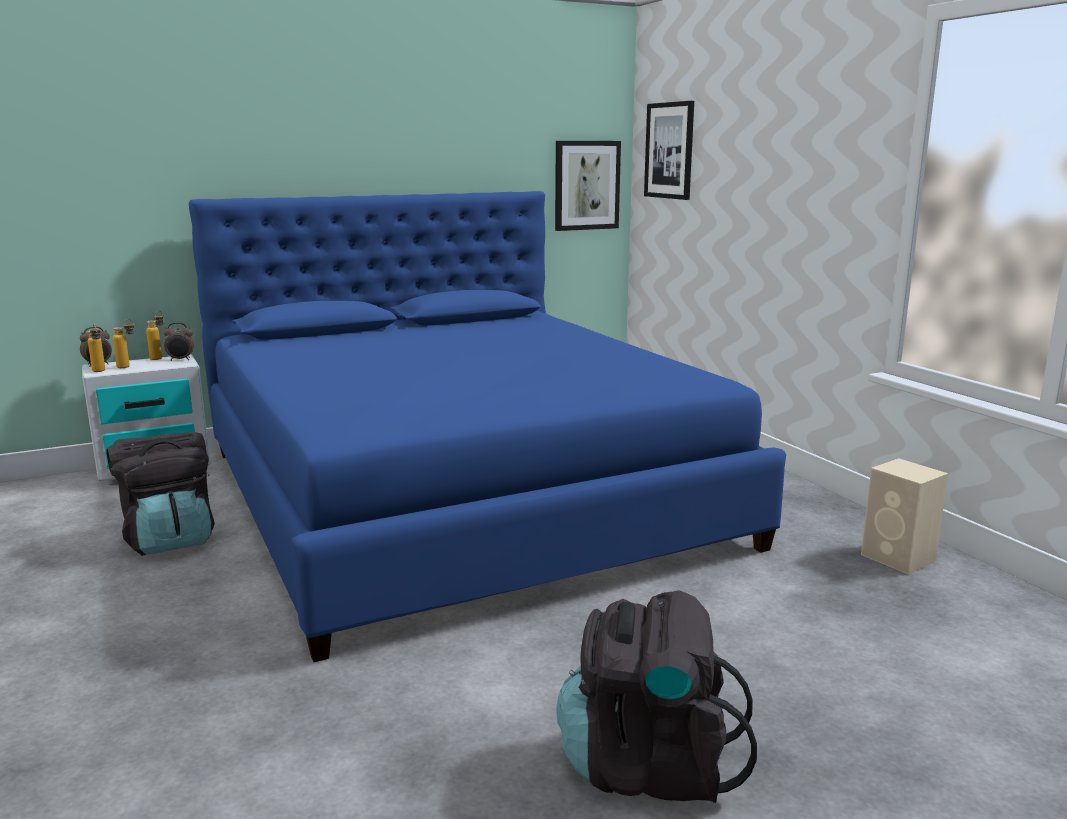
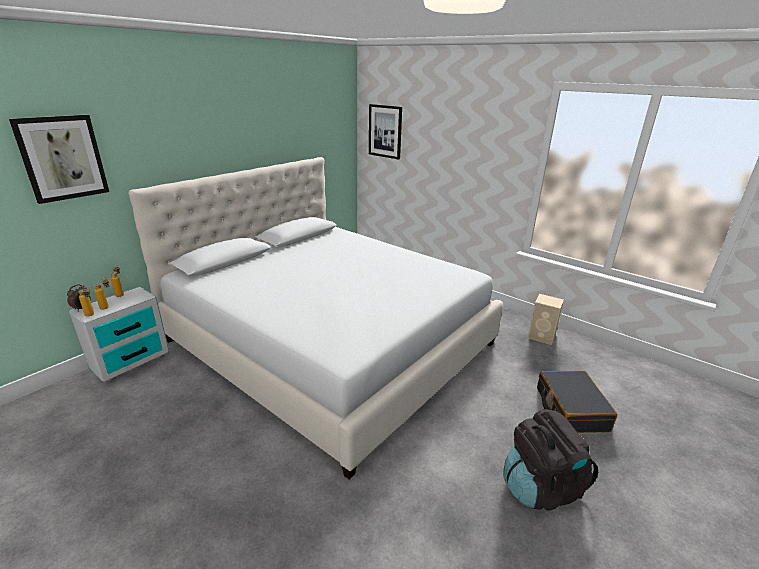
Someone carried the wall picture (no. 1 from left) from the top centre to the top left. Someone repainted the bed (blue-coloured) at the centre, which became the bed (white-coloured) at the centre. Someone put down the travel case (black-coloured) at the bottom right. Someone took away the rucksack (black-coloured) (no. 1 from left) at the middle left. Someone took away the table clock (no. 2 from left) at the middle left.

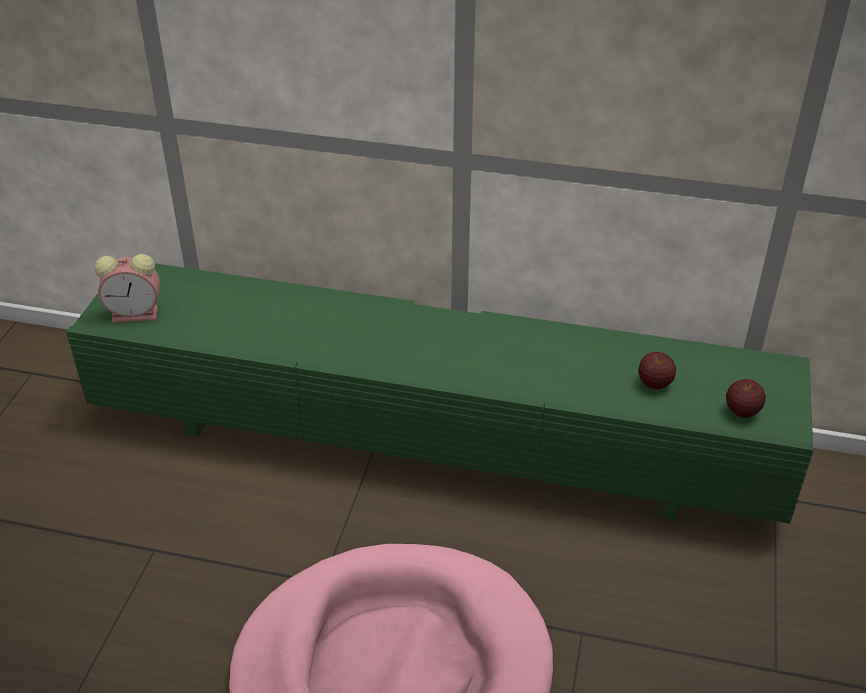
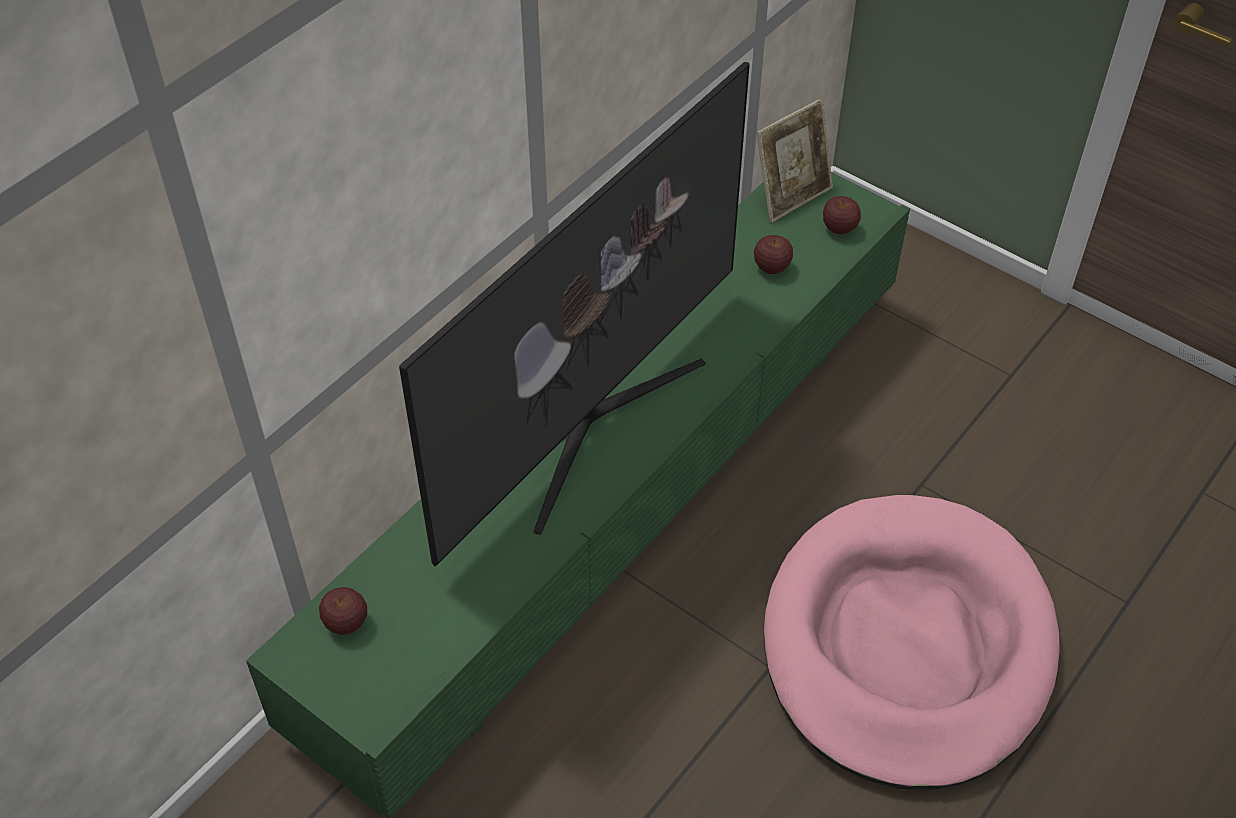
Someone put down the apple fruit (no. 1 from left) at the bottom left. Someone put down the television at the centre. Someone put down the picture frame at the top centre. Someone took away the table clock at the middle left.

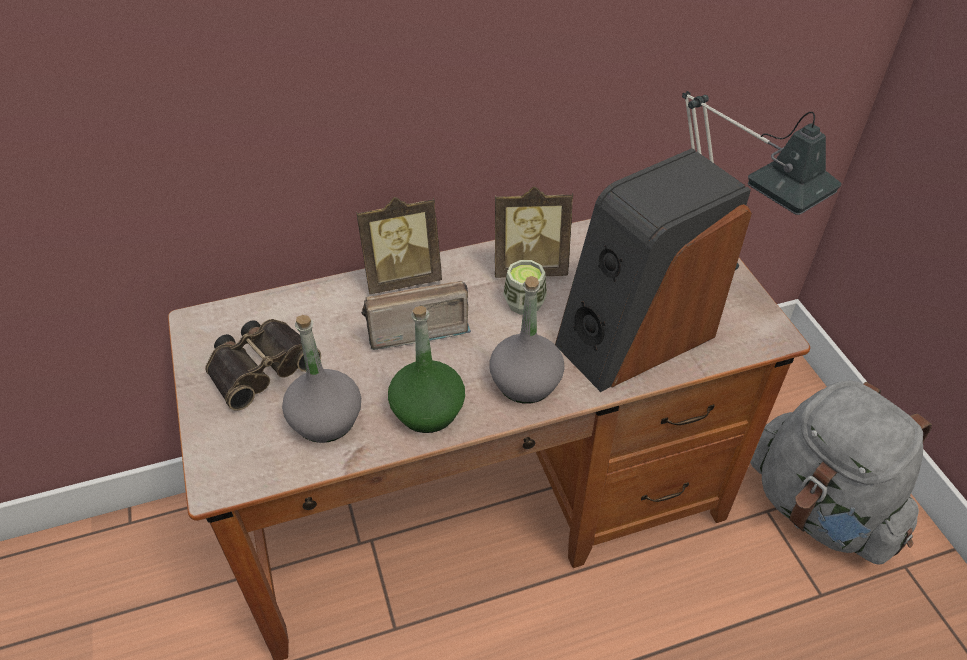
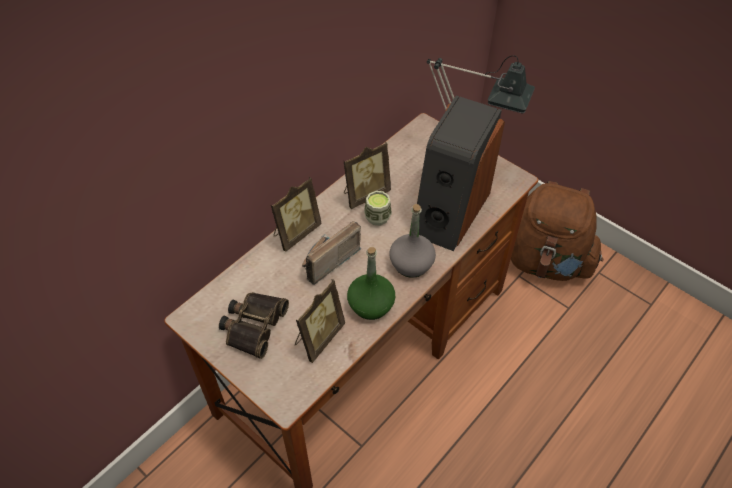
Someone swapped the bottle (greyish) (no. 1 from left) at the middle left for the picture frame (no. 2 from left) at the centre. Someone repainted the rucksack (greyish) at the bottom right, which became the rucksack (brown) at the middle right.

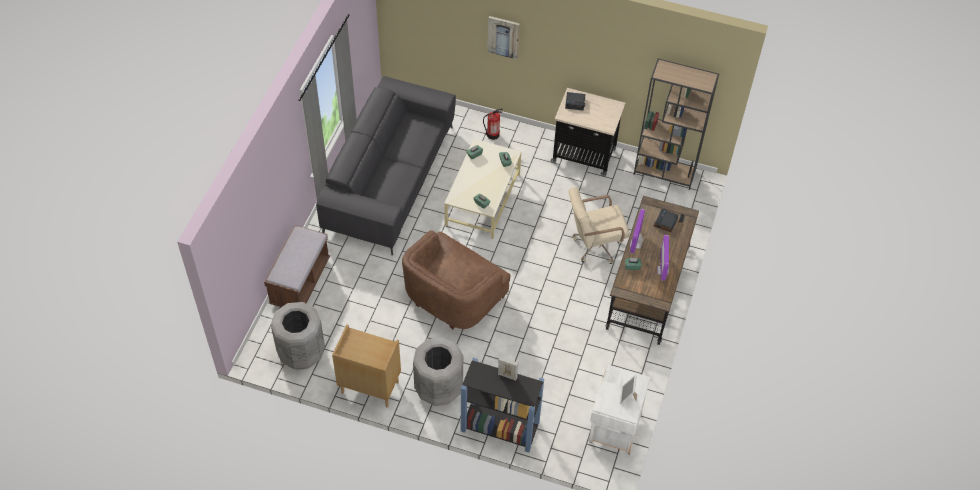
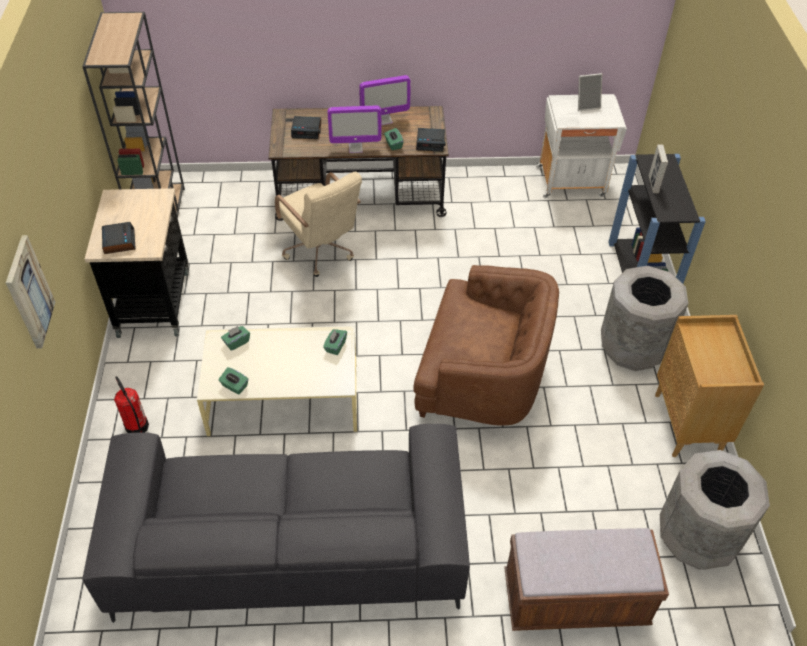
Someone put down the table clock (no. 3 from left) at the top centre.

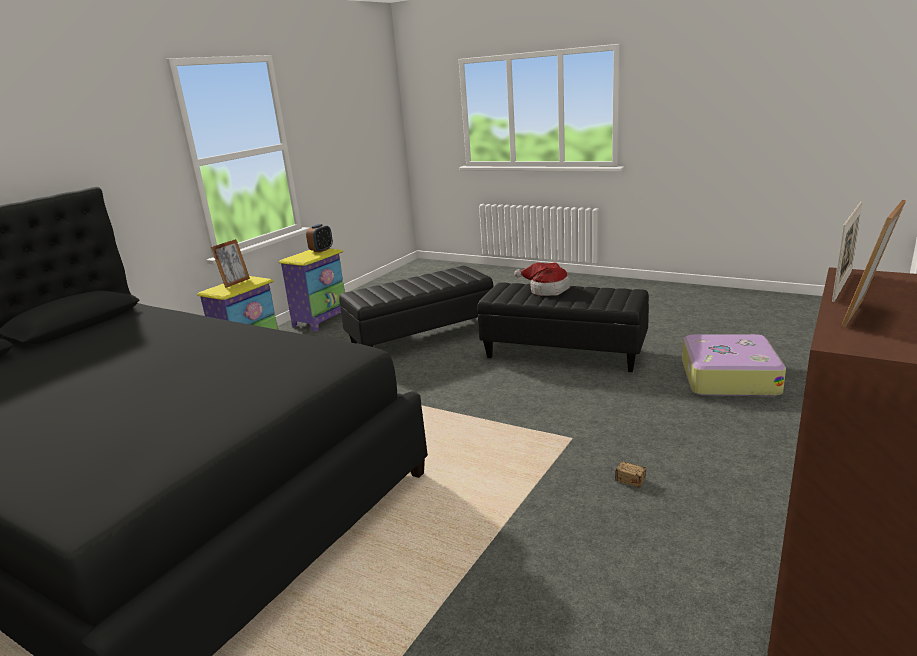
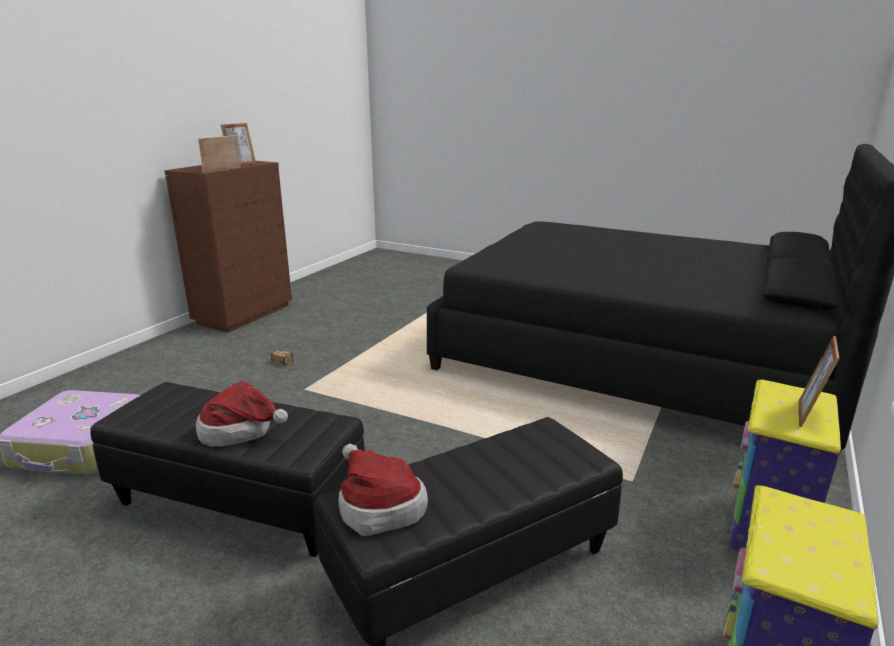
Someone put down the wearable hat (no. 2 from left) at the bottom centre. Someone took away the table clock at the centre.

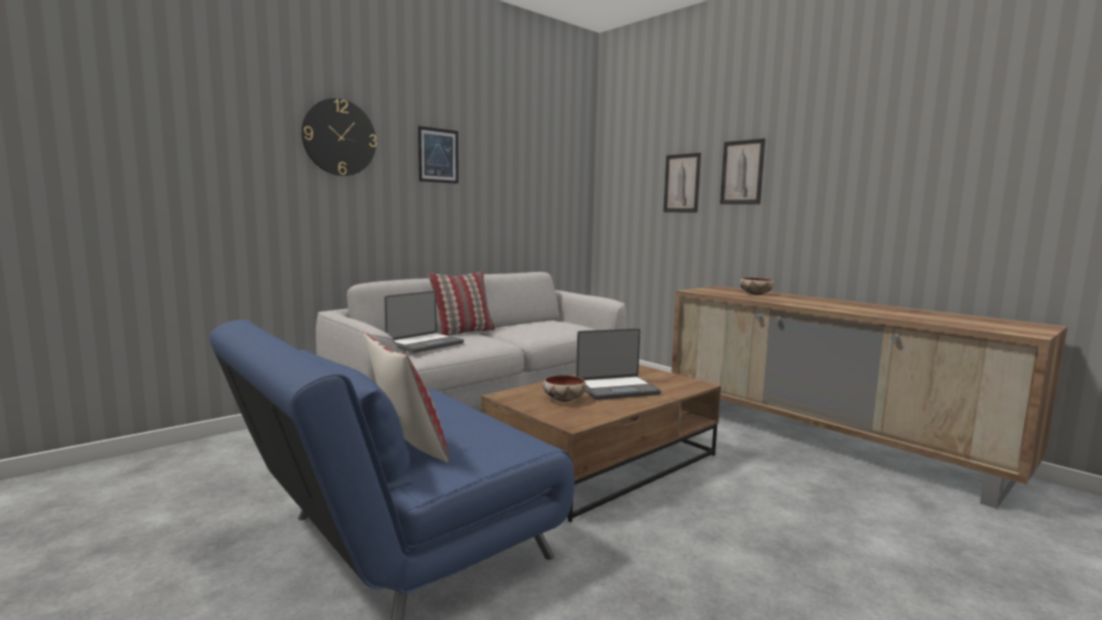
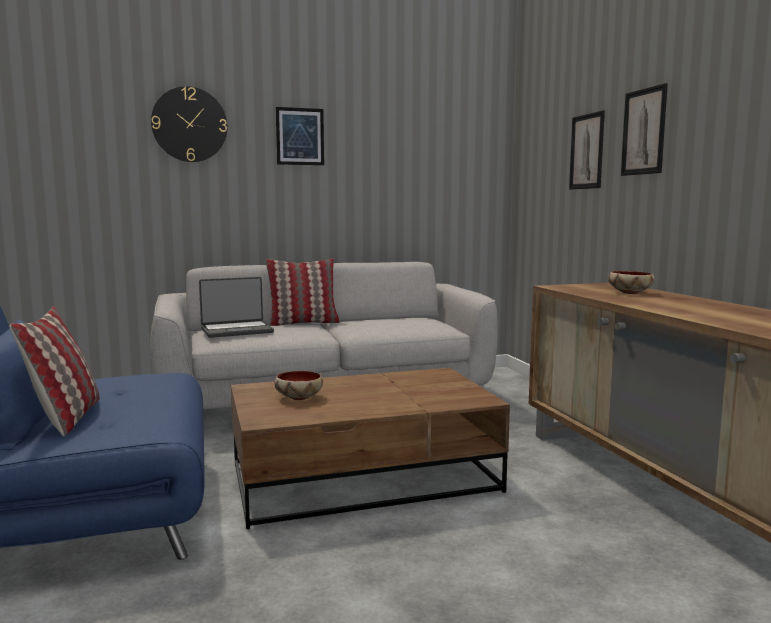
Someone took away the notebook computer (no. 2 from left) at the centre.

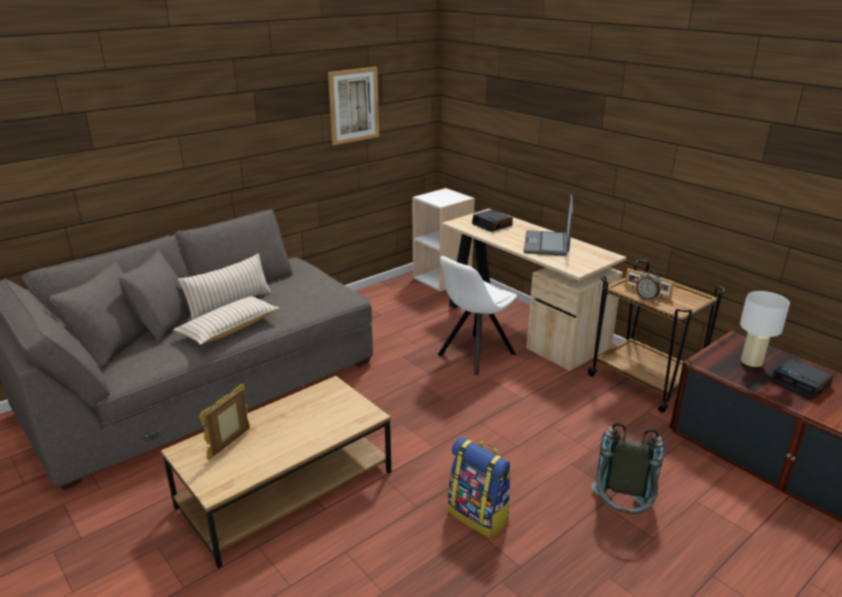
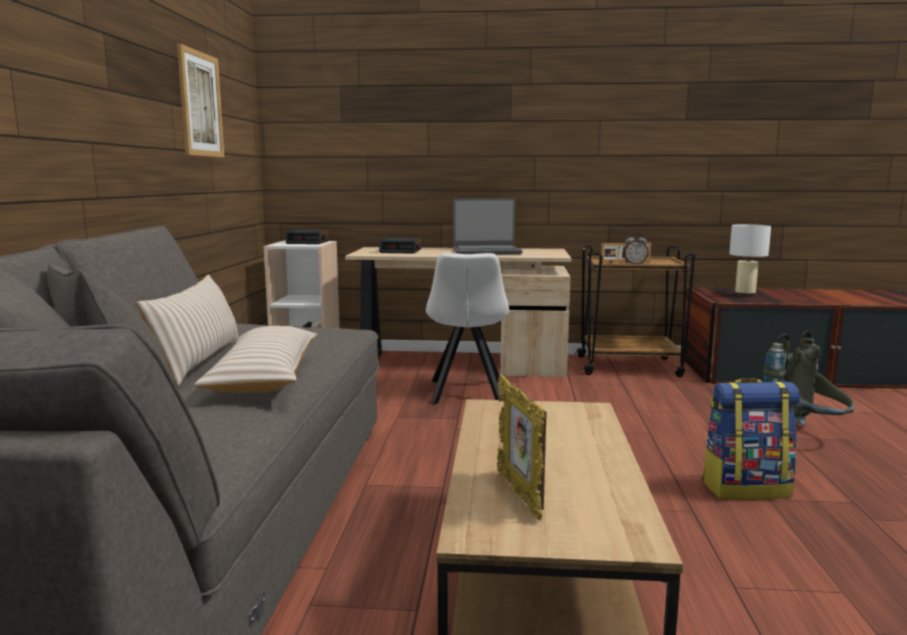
Someone carried the table clock (no. 3 from left in the first image) from the middle right to the centre. Someone rotated the notebook computer at the centre by 60 degrees counterclockwise.

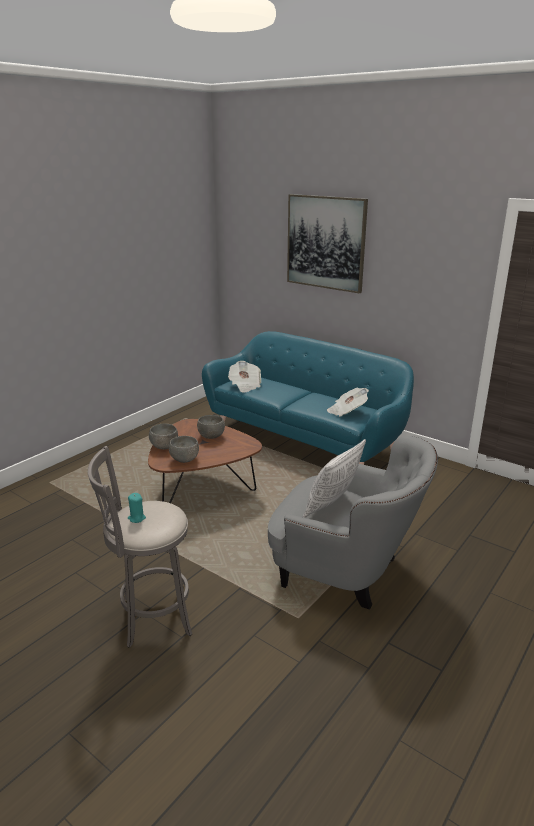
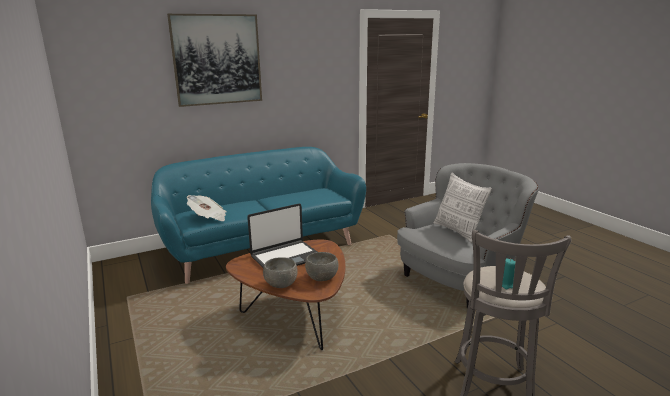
Someone swapped the serving bowl (greyish) (no. 3 from left) at the centre for the notebook computer at the centre. Someone took away the printed paper (no. 2 from left) at the centre.

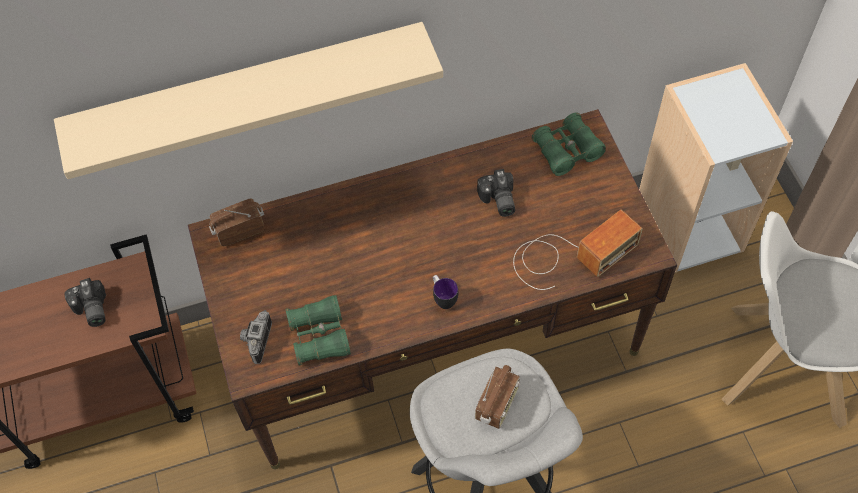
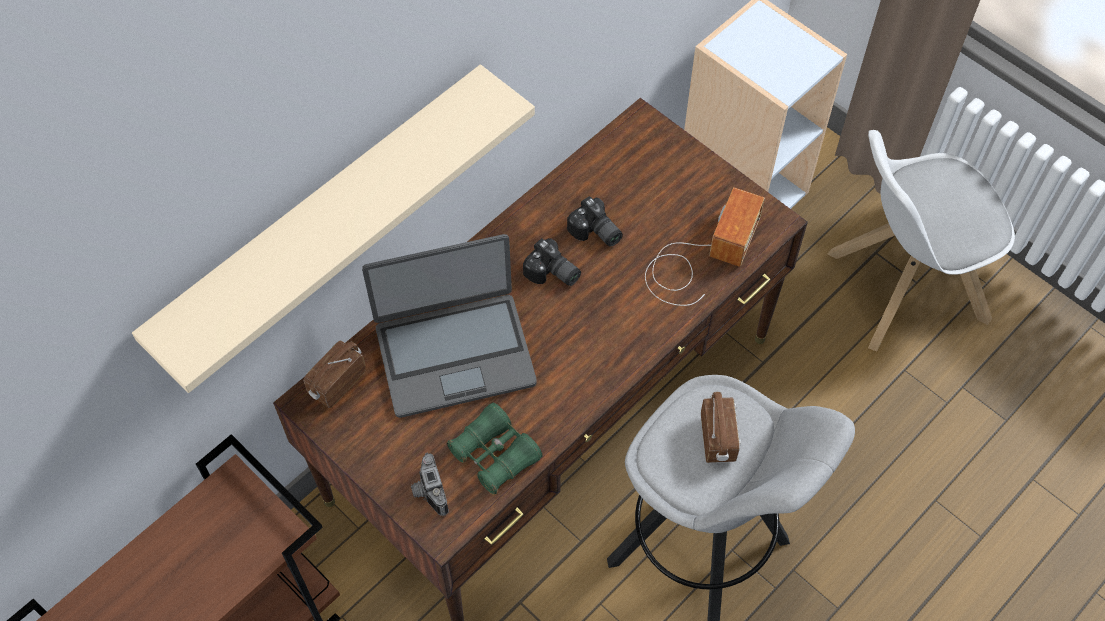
Someone put down the notebook computer at the centre. Someone carried the still camera (no. 1 from left in the first image) from the middle left to the centre. Someone took away the coffee mug at the centre. Someone took away the field glasses (green-coloured) (no. 2 from left) at the top centre.

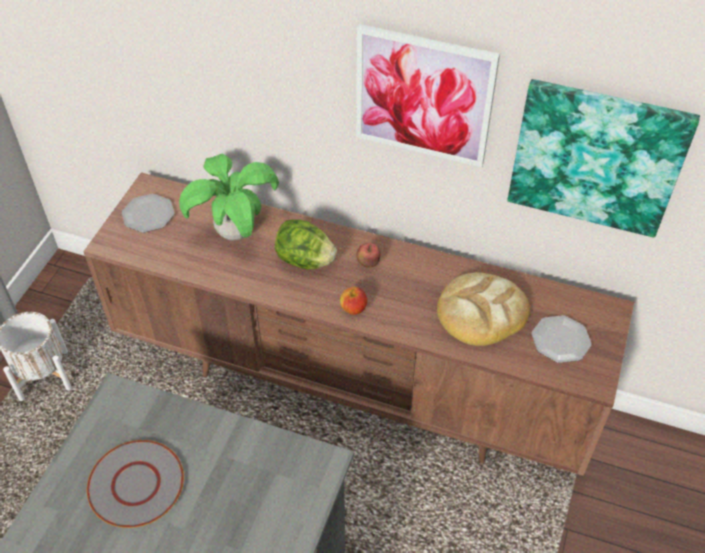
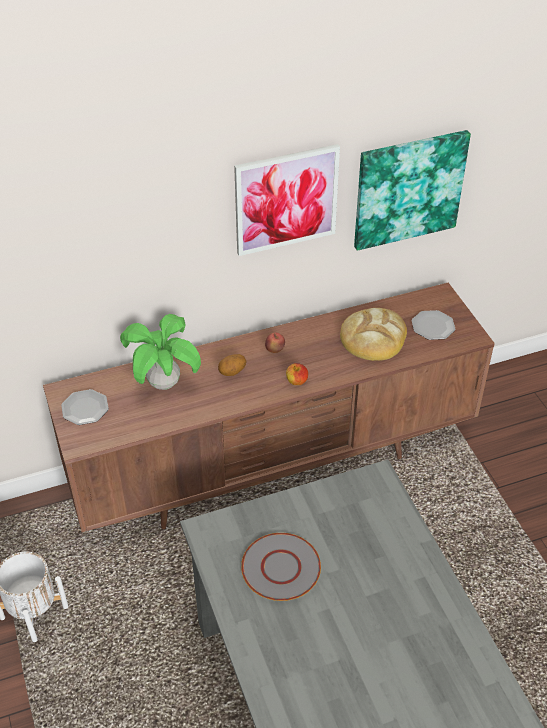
Someone swapped the lettuce at the centre for the potato at the centre.

